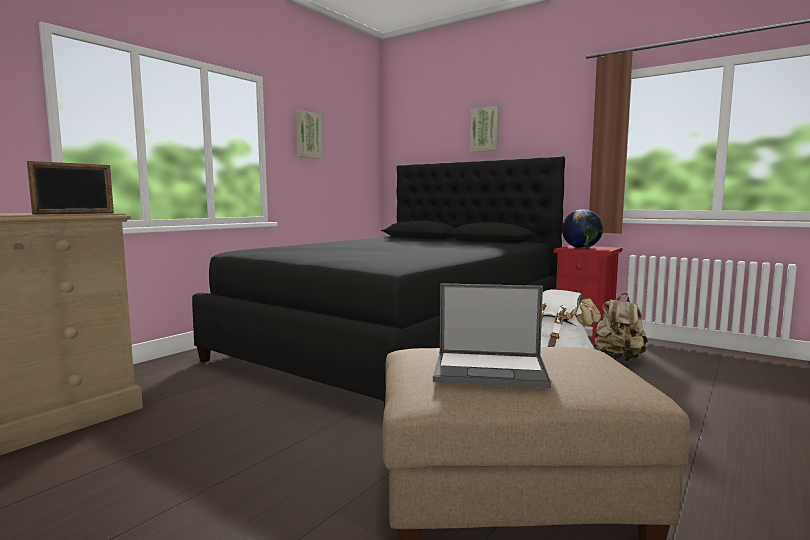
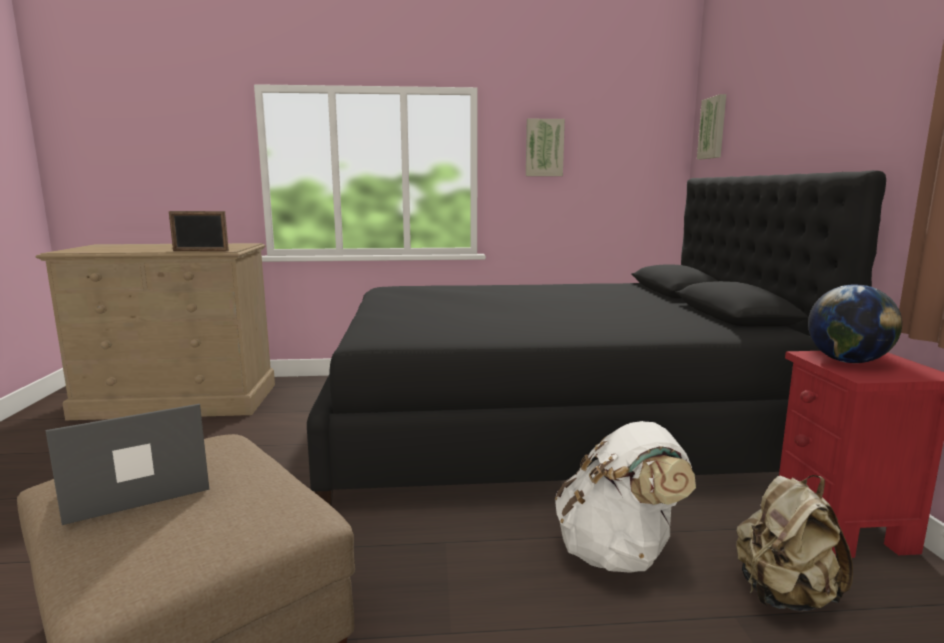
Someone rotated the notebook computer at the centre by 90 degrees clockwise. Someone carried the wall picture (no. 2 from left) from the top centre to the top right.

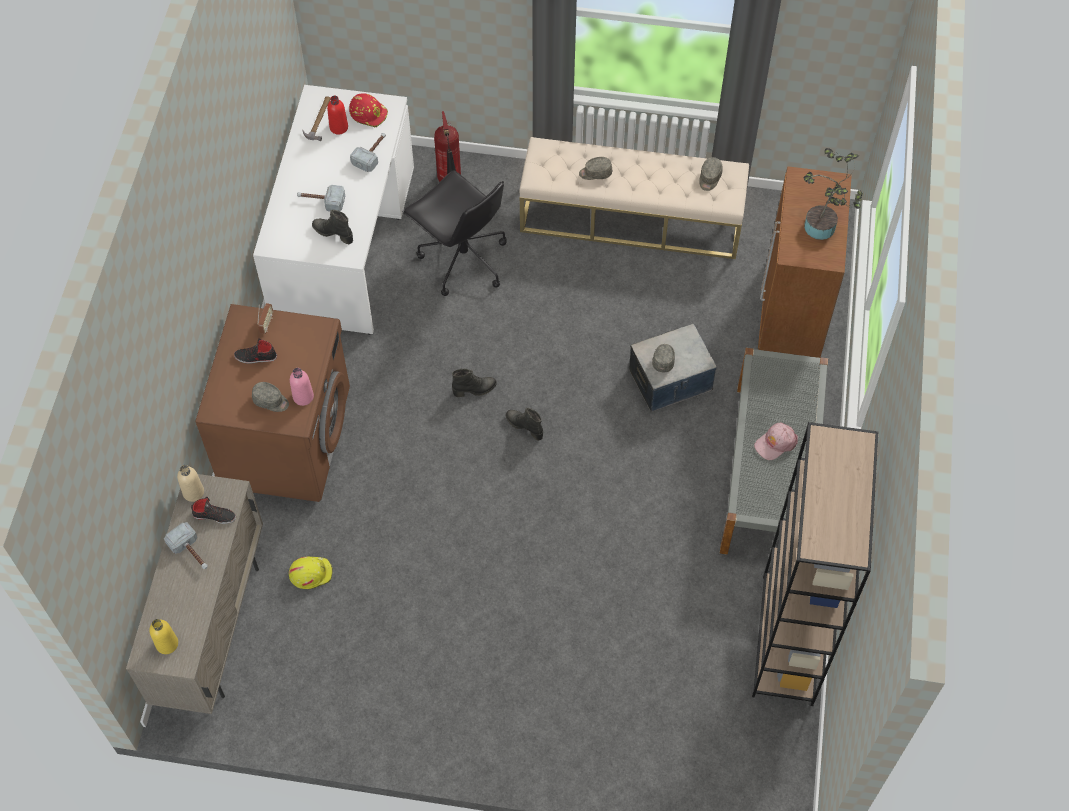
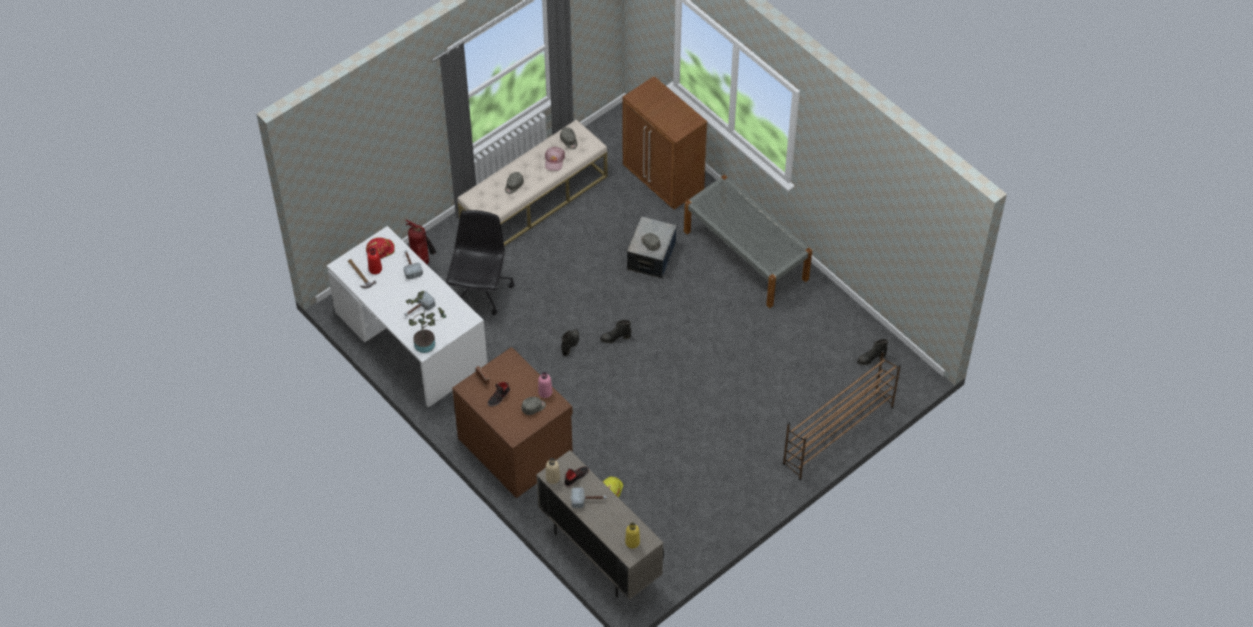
Someone carried the plant in a pot from the top right to the centre. Someone rotated the computer chair (black-coloured) at the top centre by 75 degrees counterclockwise. Someone carried the peaked cap (pink) from the middle right to the top centre. Someone put down the shoe shelf (brown) at the middle right. Someone carried the tall boot (black-coloured) (no. 1 from left in the first image) from the top left to the middle right. Someone took away the shelving unit (beige) at the bottom right.

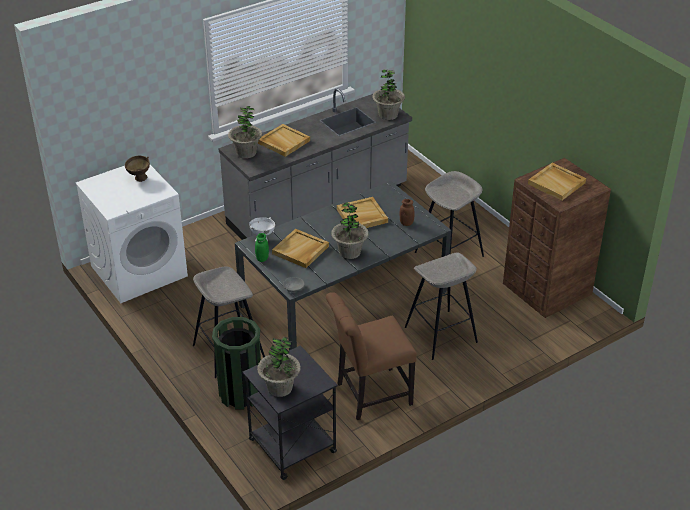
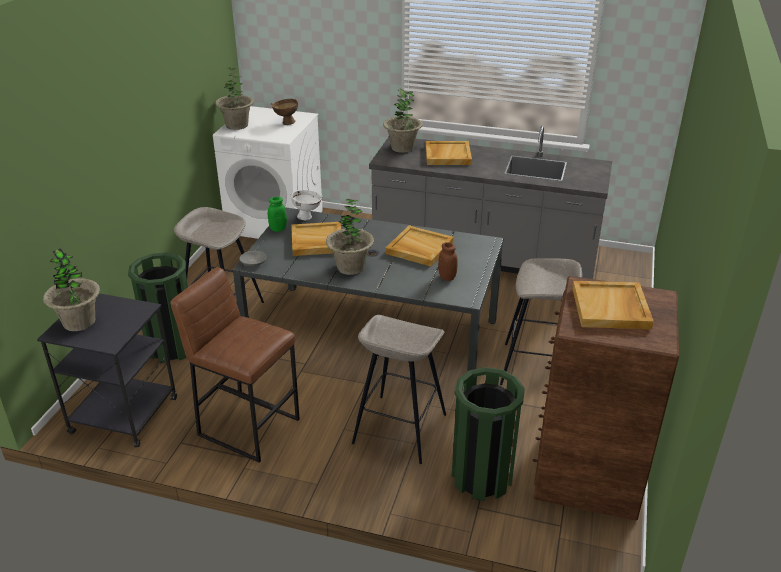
Someone swapped the plain chair (brown) at the bottom centre for the stool (brown) at the middle left. Someone carried the plant in a pot (no. 4 from left in the first image) from the top centre to the top left. Someone put down the waste bin (green-coloured) (no. 2 from left) at the bottom centre.

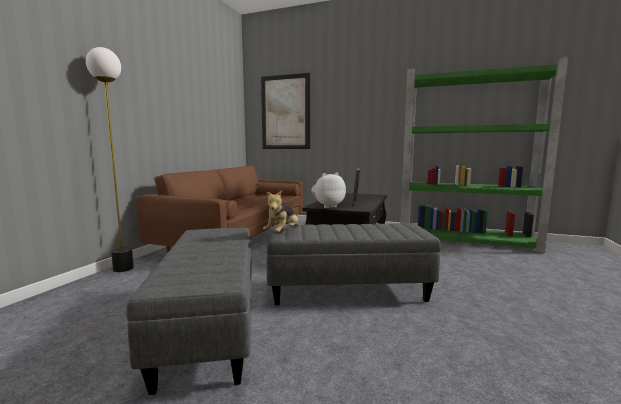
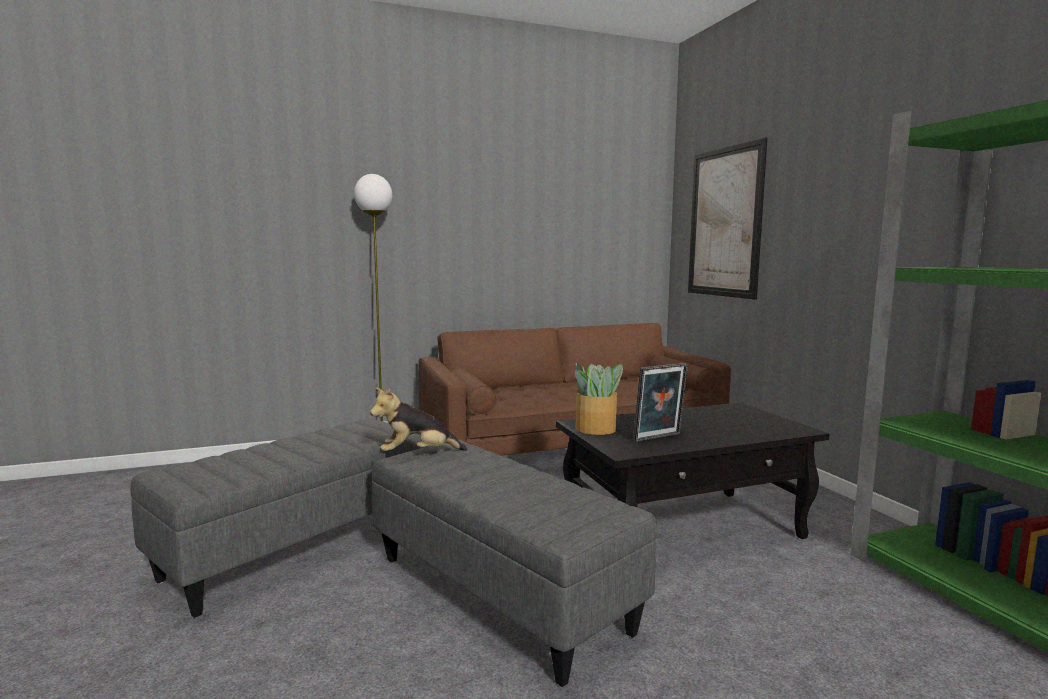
Someone swapped the cuddly toy (no. 2 from left) at the centre for the plant in a pot at the centre.

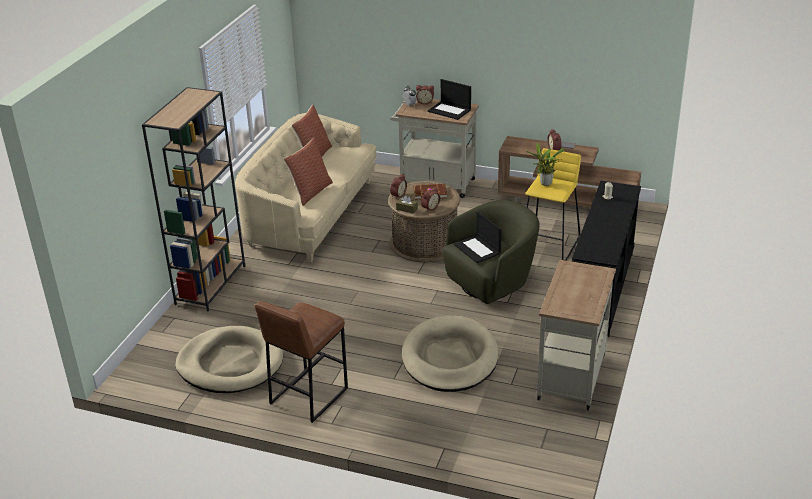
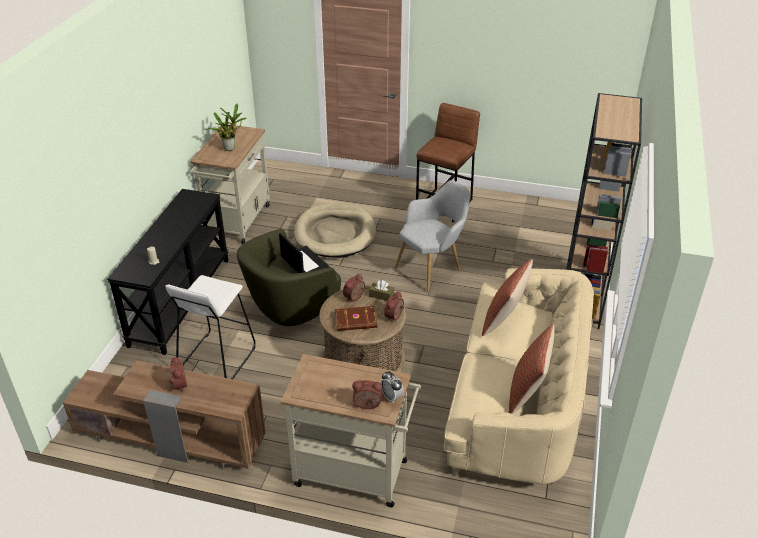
Someone repainted the stool (yellow) at the middle right, which became the stool (white-coloured) at the middle left. Someone carried the plant in a pot from the top right to the top left. Someone put down the lounge chair (greyish) at the centre. Someone took away the dog cushion (beige) (no. 1 from left) at the bottom left. Someone took away the notebook computer (no. 1 from left) at the top centre.

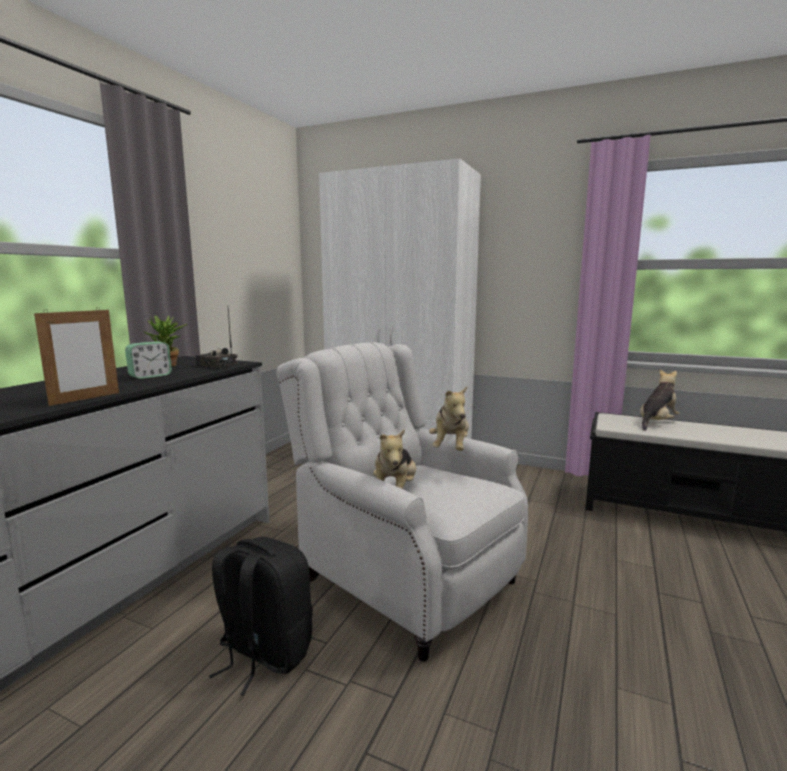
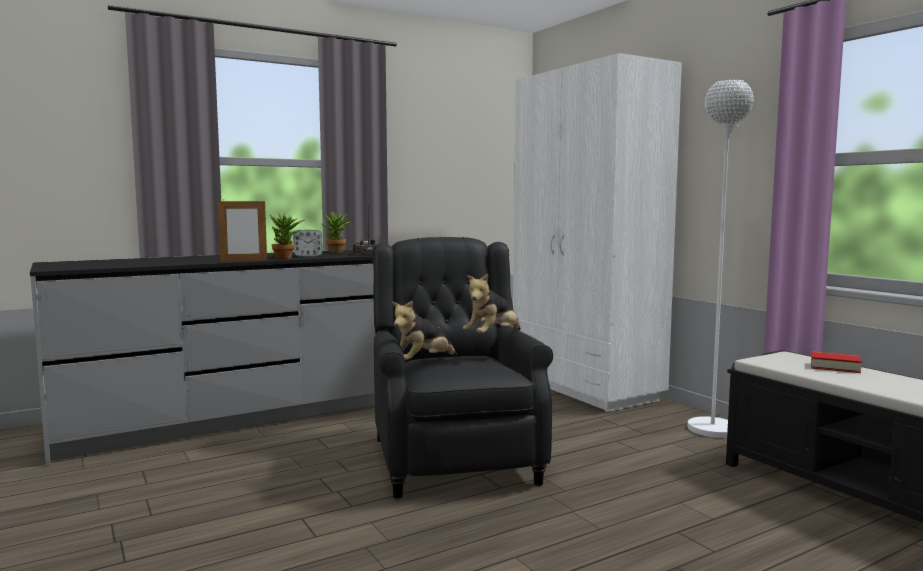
Someone put down the plant in a pot (no. 1 from left) at the middle left. Someone repainted the lounge chair (white-coloured) at the centre, which became the lounge chair (black-coloured) at the centre. Someone put down the standing lamp (white-coloured) at the middle right. Someone swapped the cuddly toy (no. 3 from left) at the middle right for the bound book at the middle right. Someone took away the rucksack (black-coloured) at the bottom left.

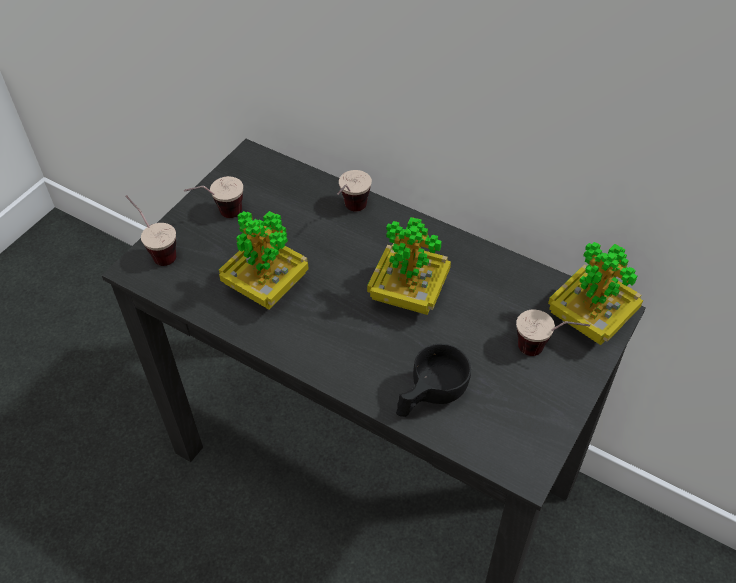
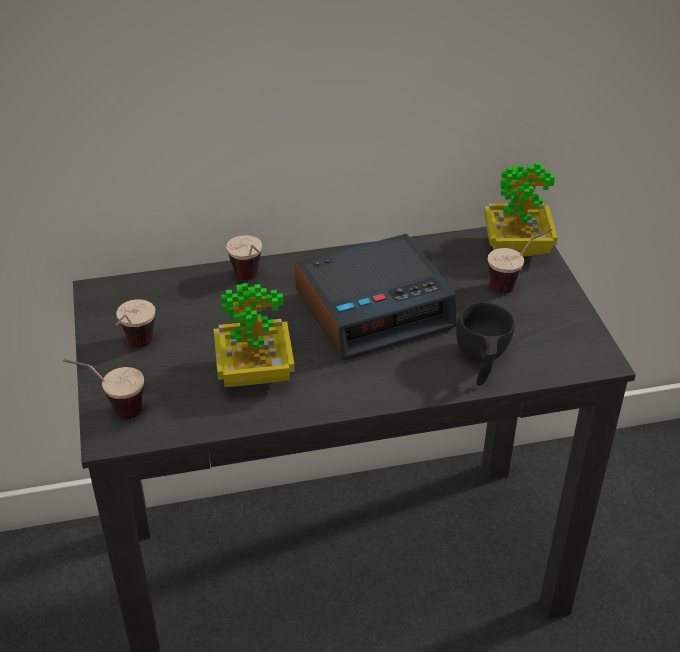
Someone swapped the plant in a pot (no. 2 from left) at the centre for the table clock at the centre.

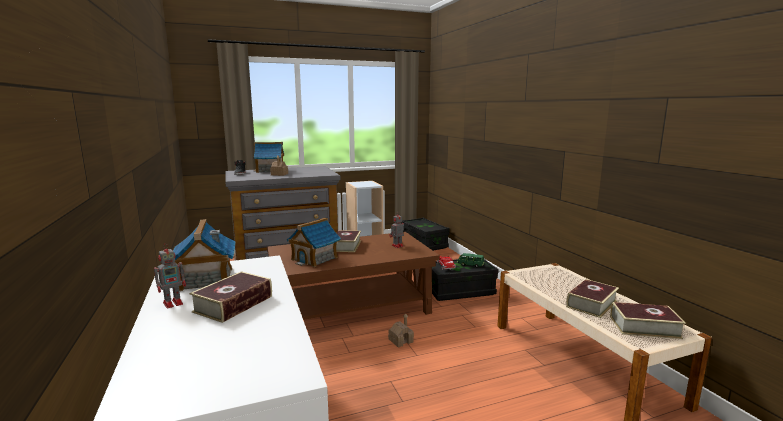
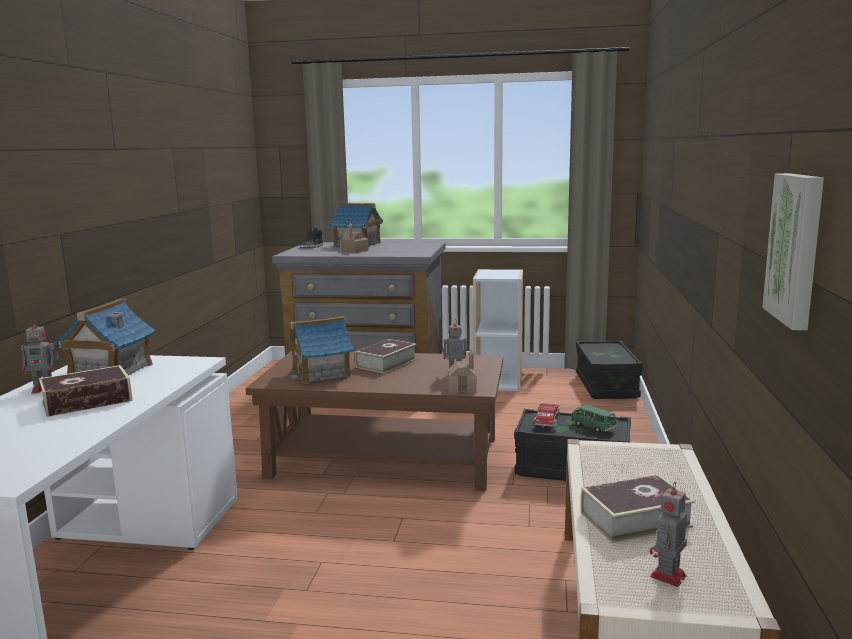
Someone carried the miniature house (no. 5 from left) from the bottom centre to the centre. Someone swapped the bound book (no. 4 from left) at the bottom right for the toy robot (no. 3 from left) at the bottom right. Someone put up the wall picture at the middle right.

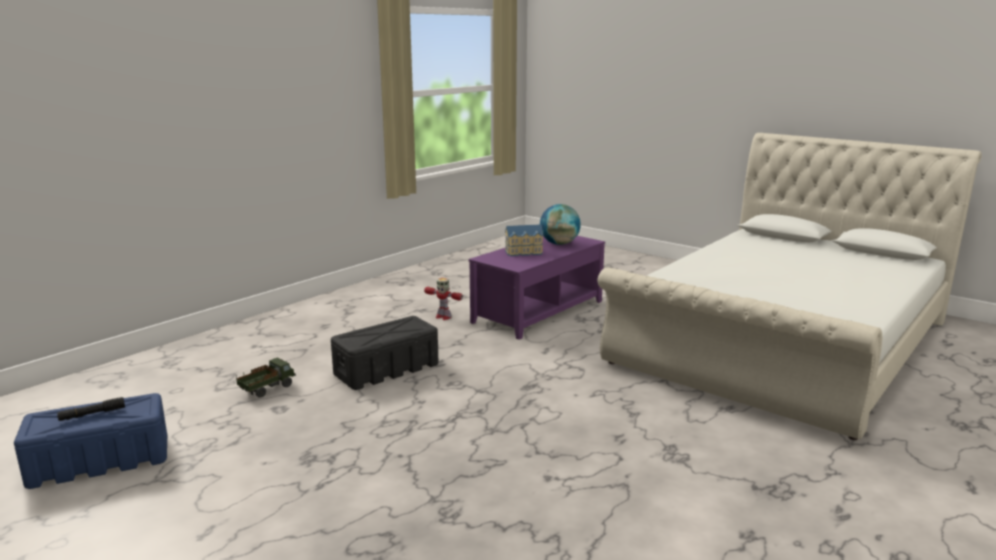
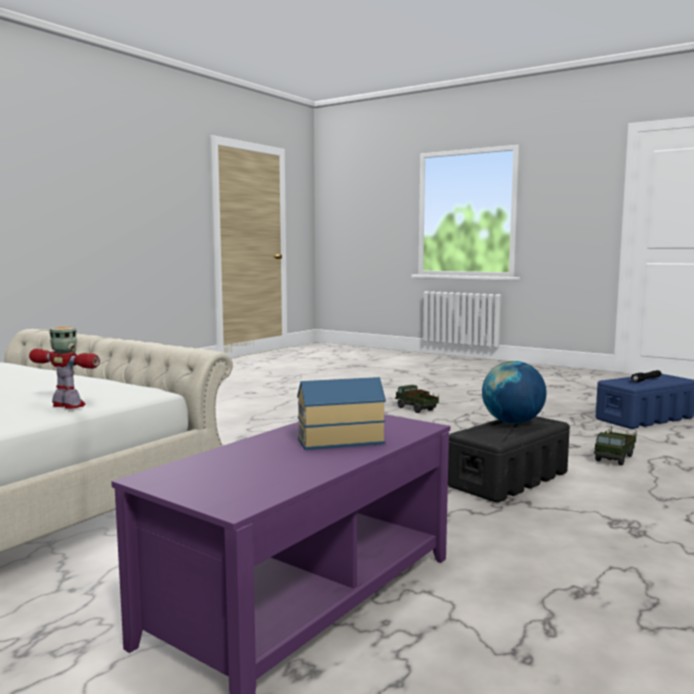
Someone carried the toy robot from the centre to the middle left. Someone put down the toy truck (no. 1 from left) at the centre. Someone carried the desk globe from the centre to the middle right.

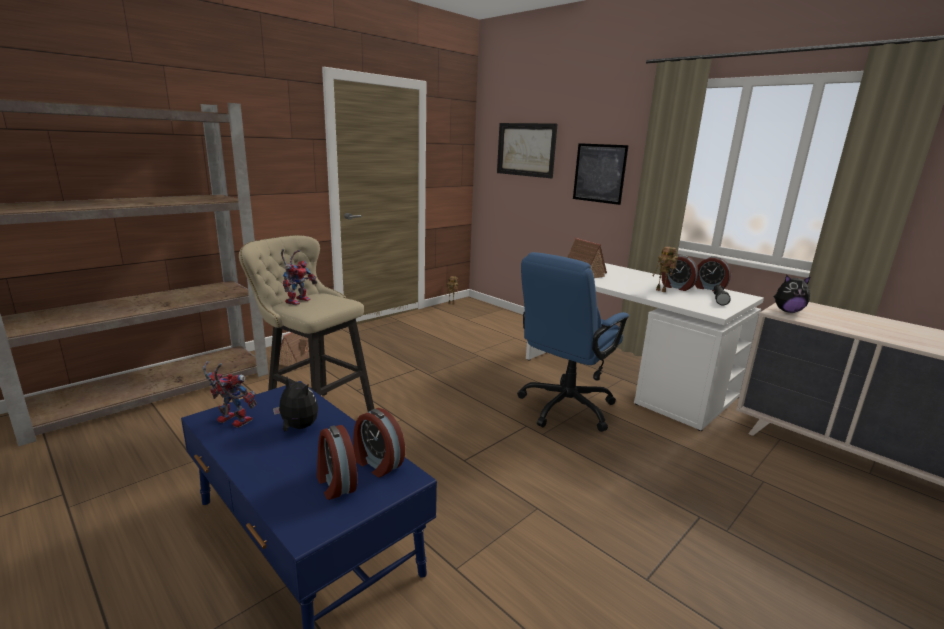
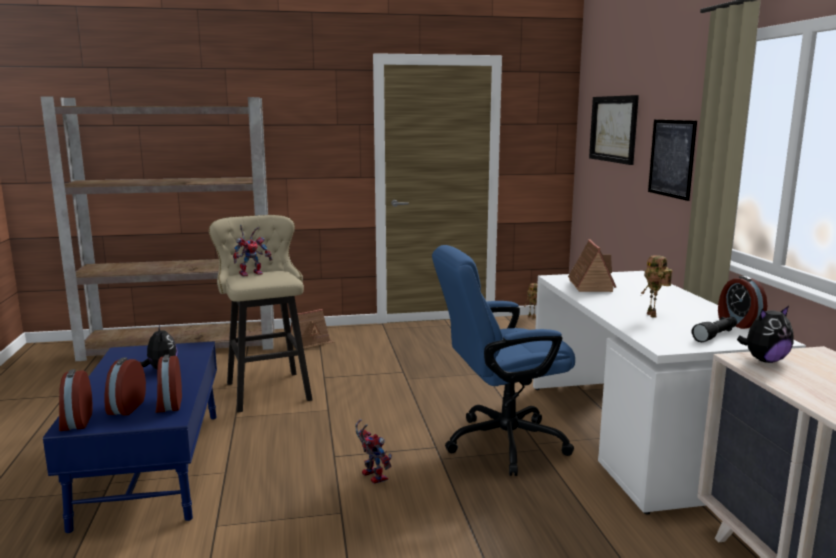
Someone carried the table clock (no. 3 from left in the first image) from the middle right to the bottom left. Someone carried the toy robot (no. 1 from left in the first image) from the middle left to the bottom centre. Someone rotated the cuddly toy (no. 2 from left) at the middle right by 60 degrees counterclockwise.

